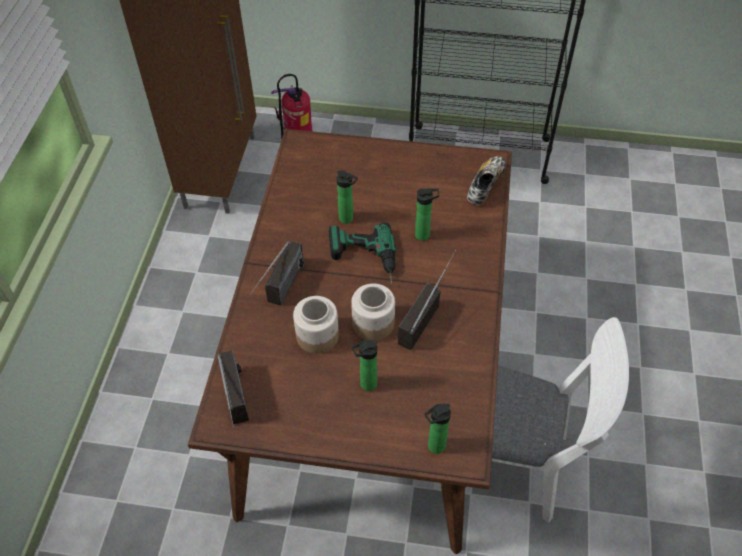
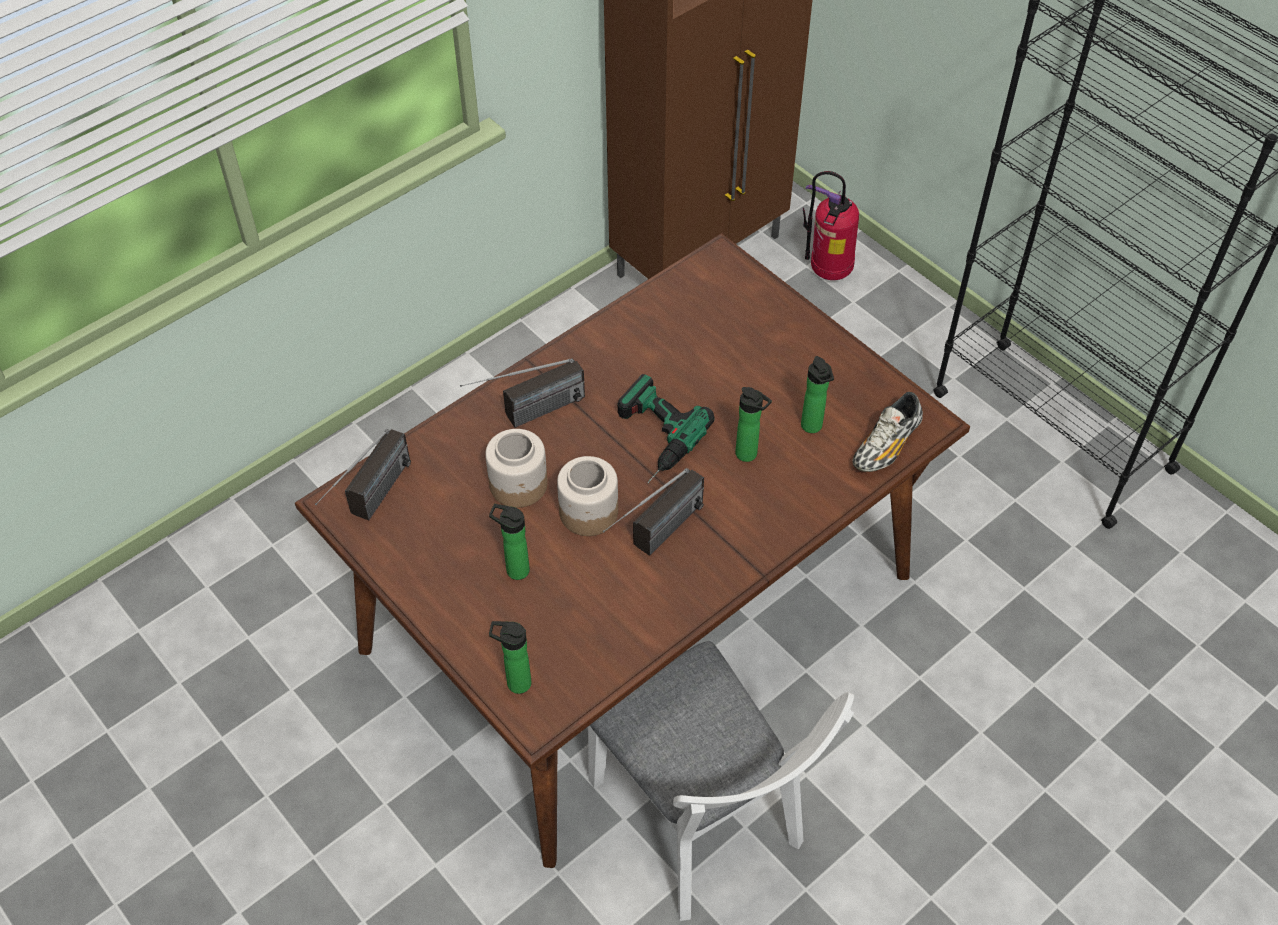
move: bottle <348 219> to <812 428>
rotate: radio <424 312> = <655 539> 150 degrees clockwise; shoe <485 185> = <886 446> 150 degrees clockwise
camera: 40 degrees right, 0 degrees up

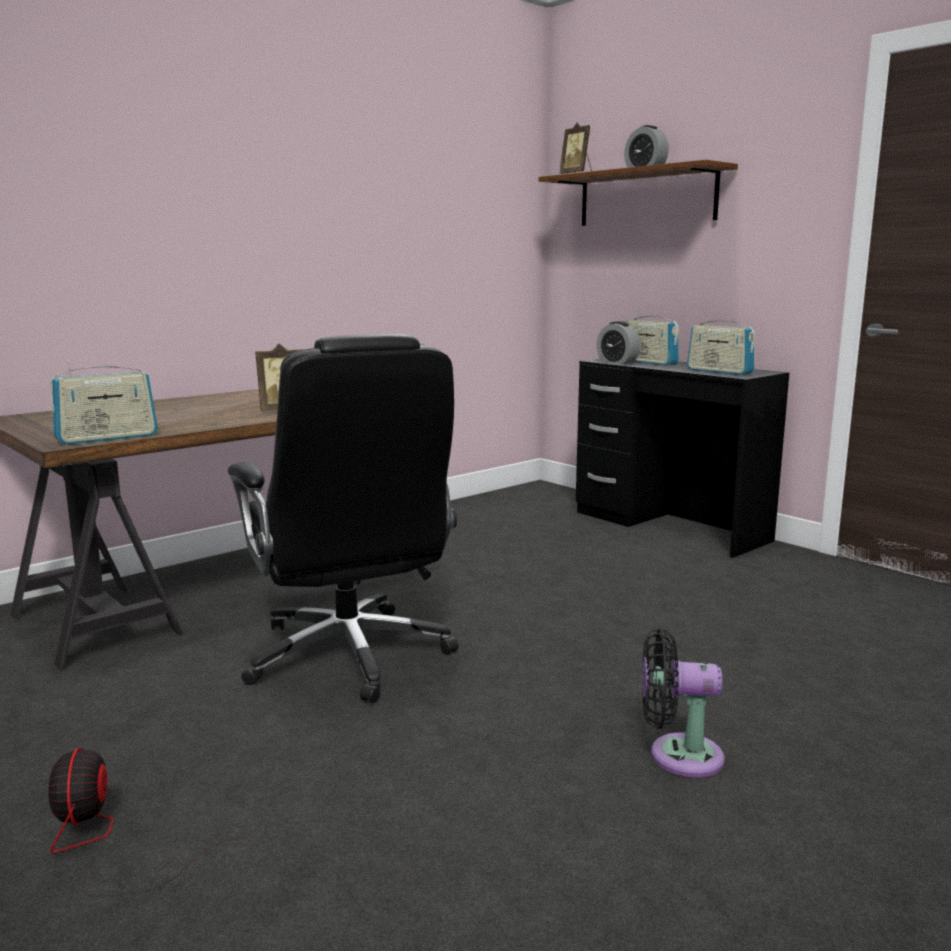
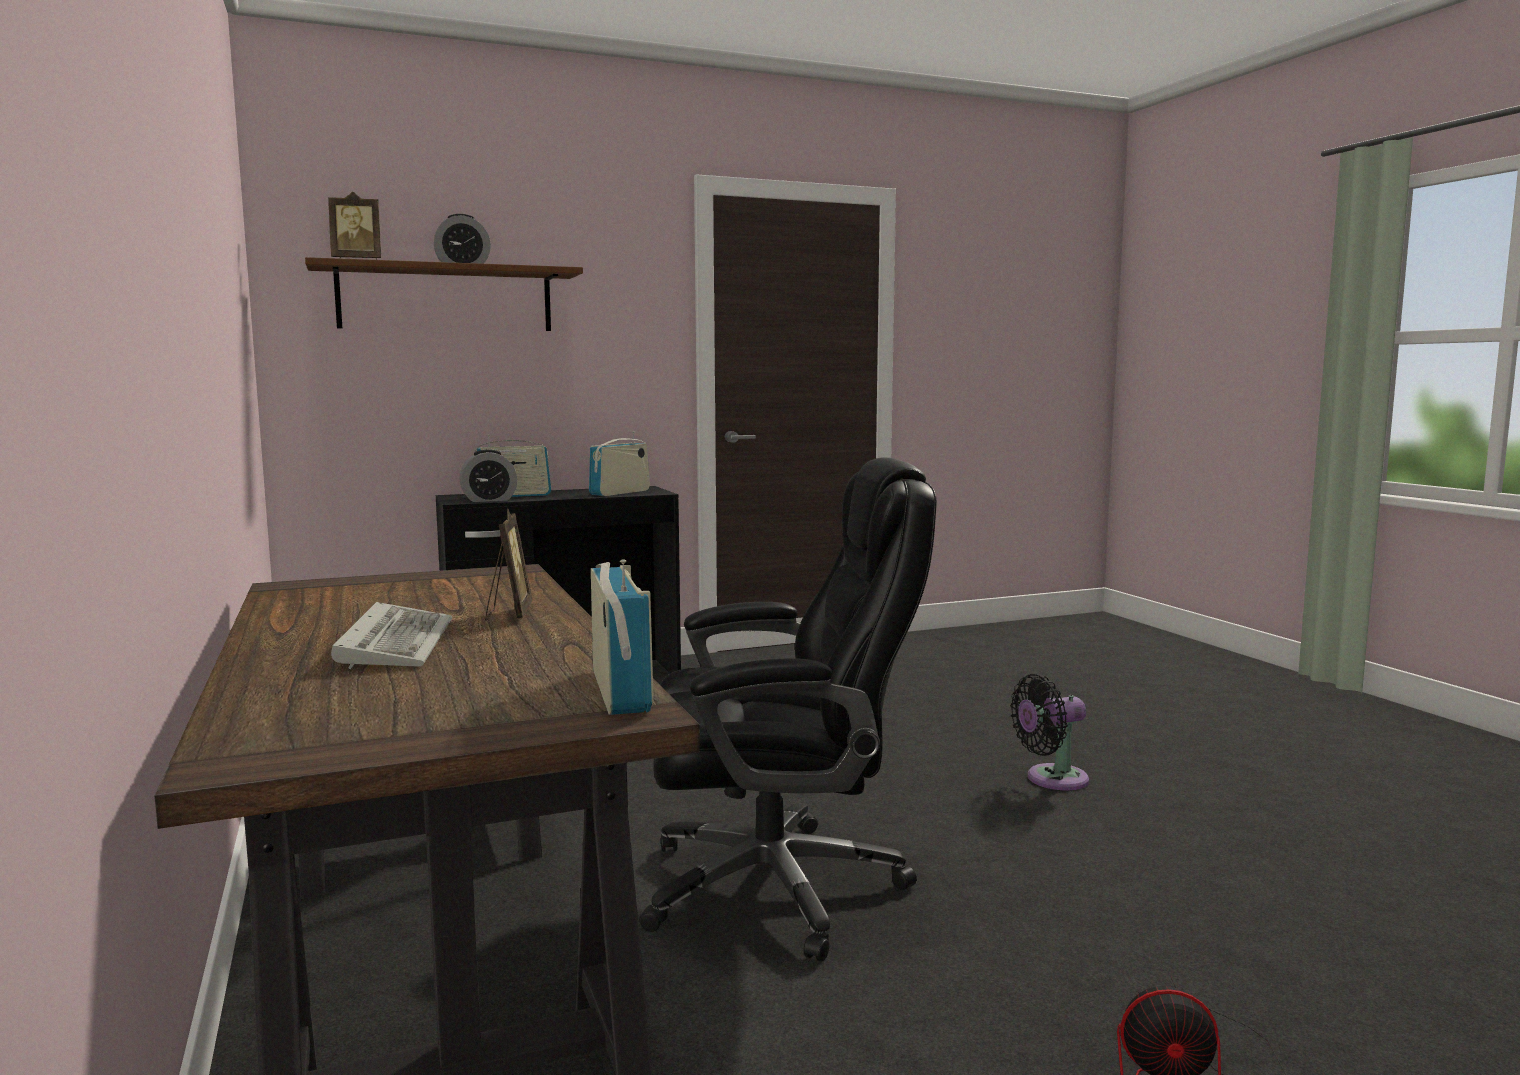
insert: keyboard <395 642>
rotate: radio <719 371> = <620 492> 150 degrees clockwise; black fan <678 755> = <1051 779> 45 degrees clockwise
camera: 70 degrees left, 5 degrees down

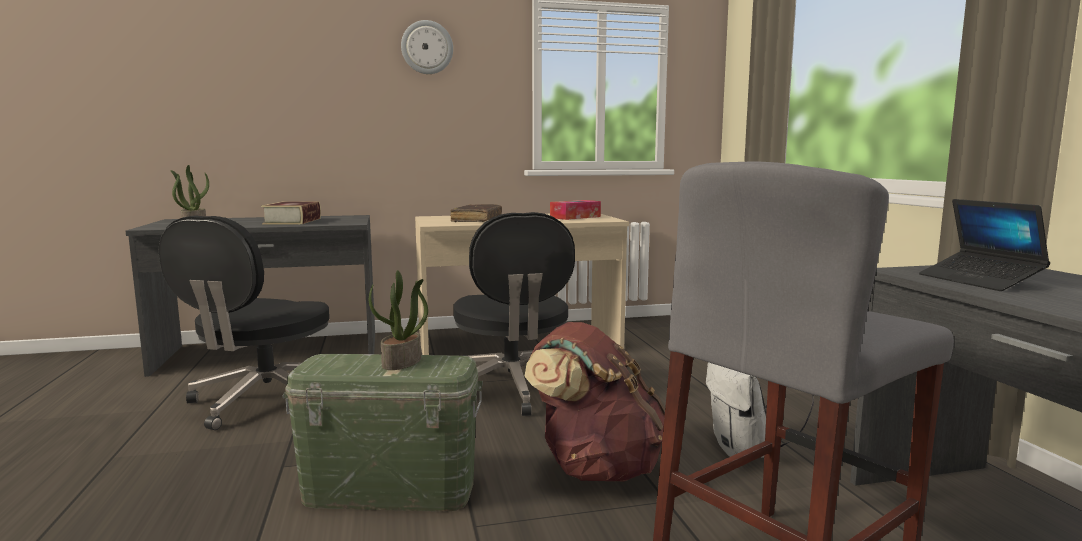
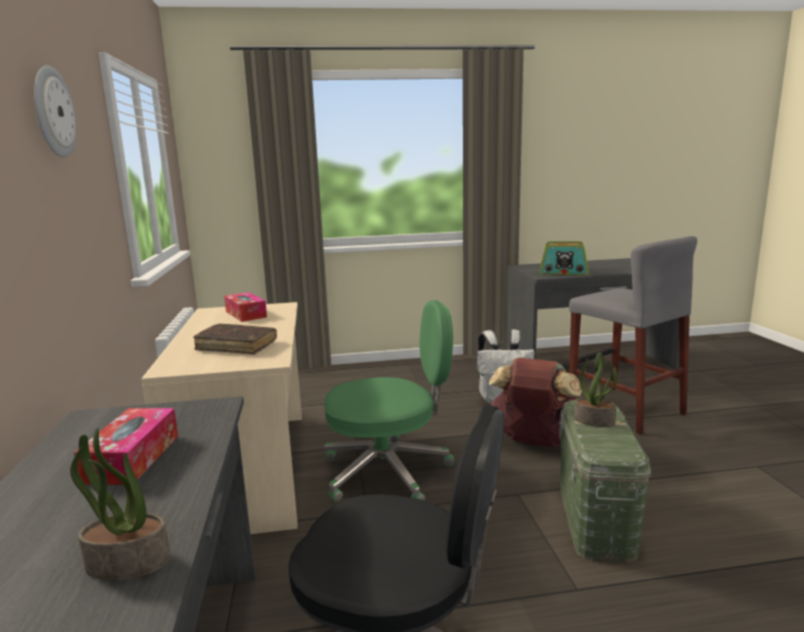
replace: book <293 221> to tissue box <133 458>; laptop <979 281> to radio <563 272>
recolor: black office chair <512 389> to green office chair <389 471>
camera: 85 degrees left, 5 degrees up

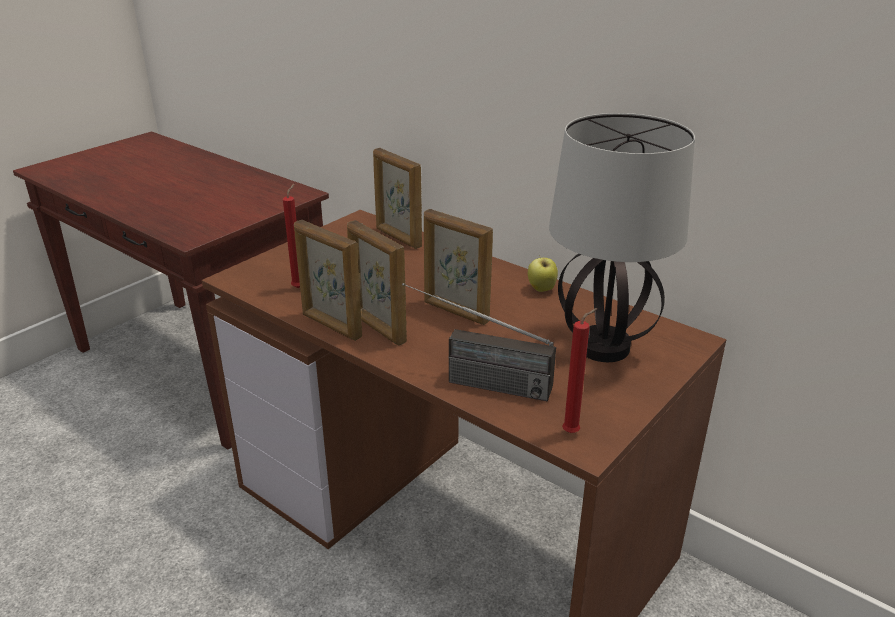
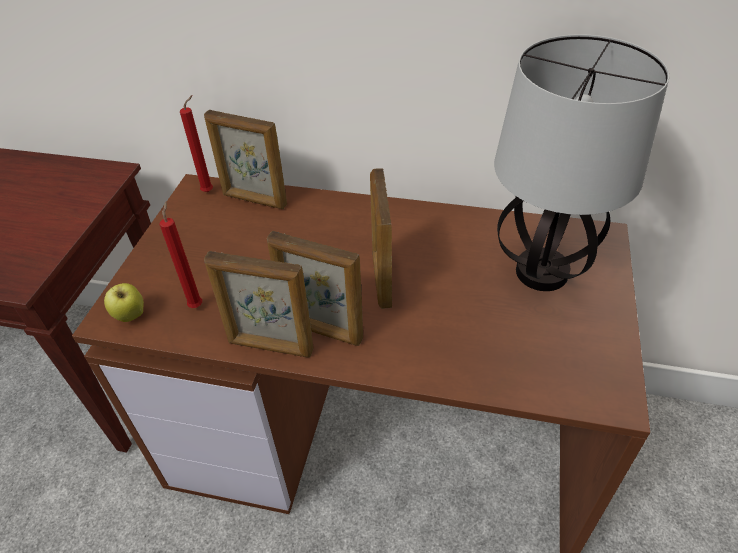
delete: radio <473 381>
move: apple <541 289> to <130 316>; red candle <573 432> to <209 191>
rotate: picture frame <455 312> = <381 279> 75 degrees clockwise
camera: 25 degrees left, 15 degrees up

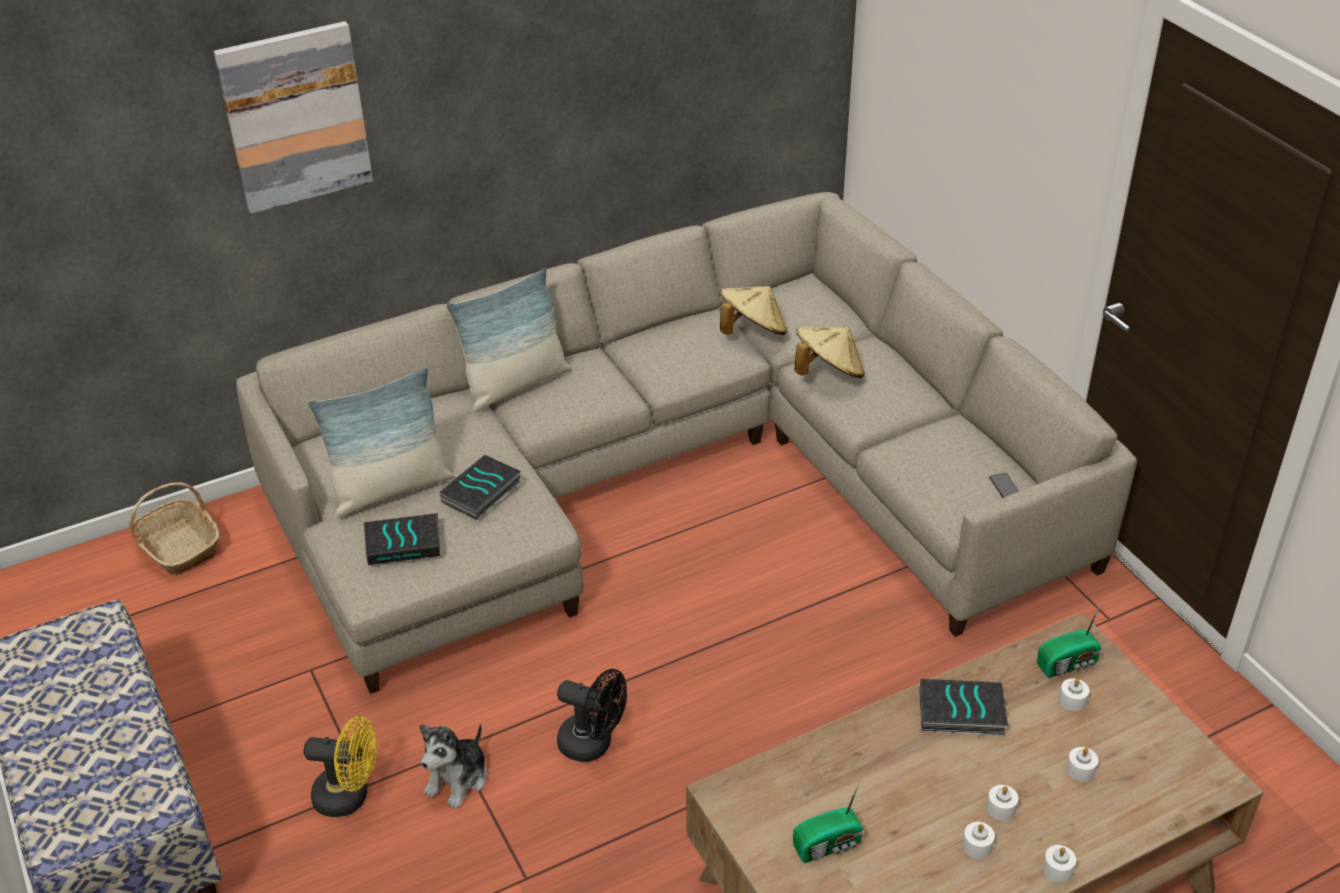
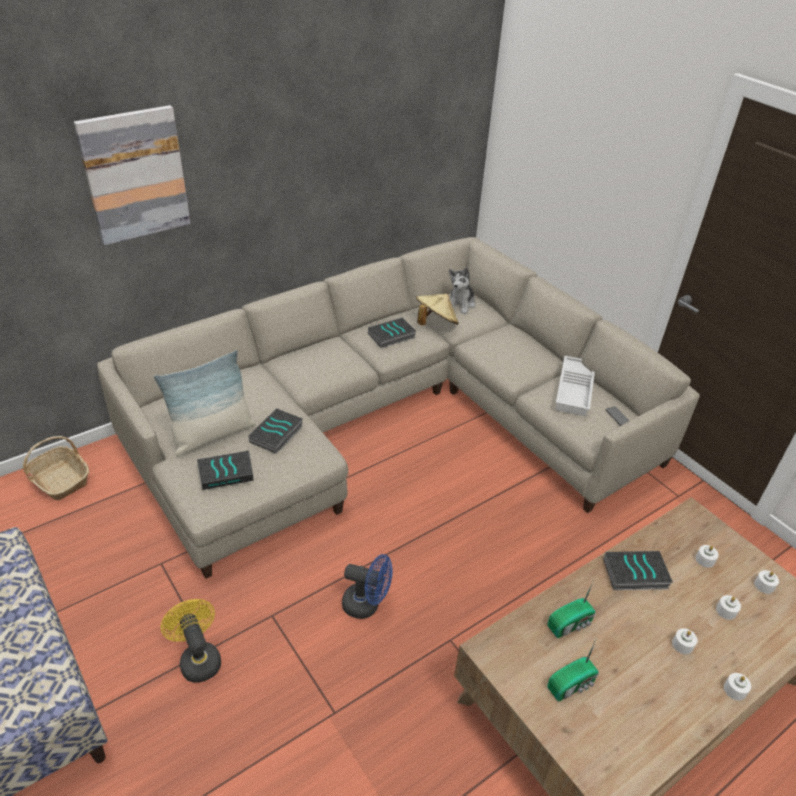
delete: pillow <515 384>; beige hat <828 373>
insert: book <391 336>; white tray <575 390>
move: plush toy <458 779> to <461 304>; radio <1069 663> to <571 624>; white candle <977 846> to <764 585>
recolor: black fan <593 744> to blue fan <367 605>
rotate: yellow fan <350 796> = <198 658> 120 degrees counterclockwise
camera: 10 degrees left, 0 degrees up

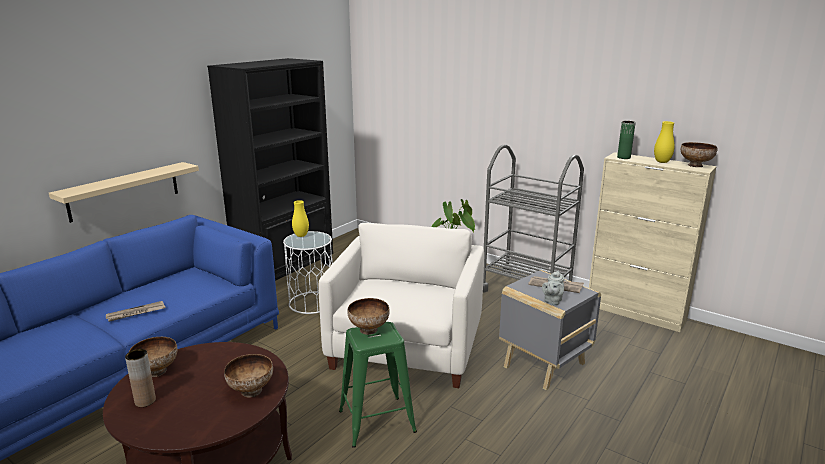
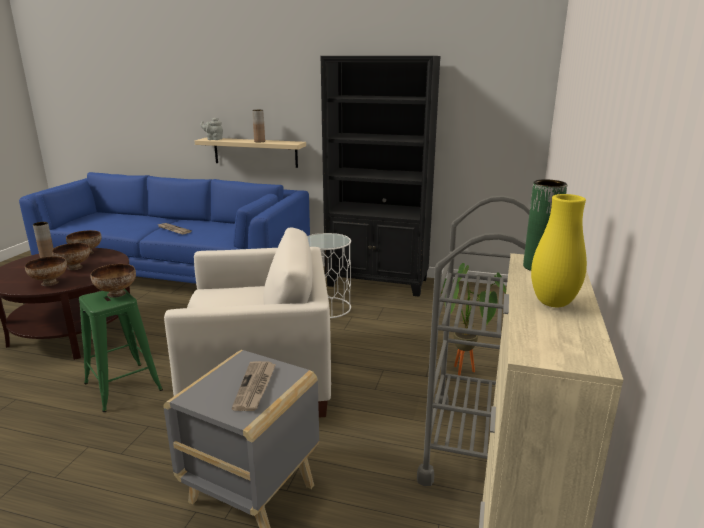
delete: yellow vase <301 236>
insert: brown vase <259 141>
move: bowl <695 165> to <74 267>; grey teapot <552 301> to <213 139>
camera: 70 degrees right, 0 degrees up

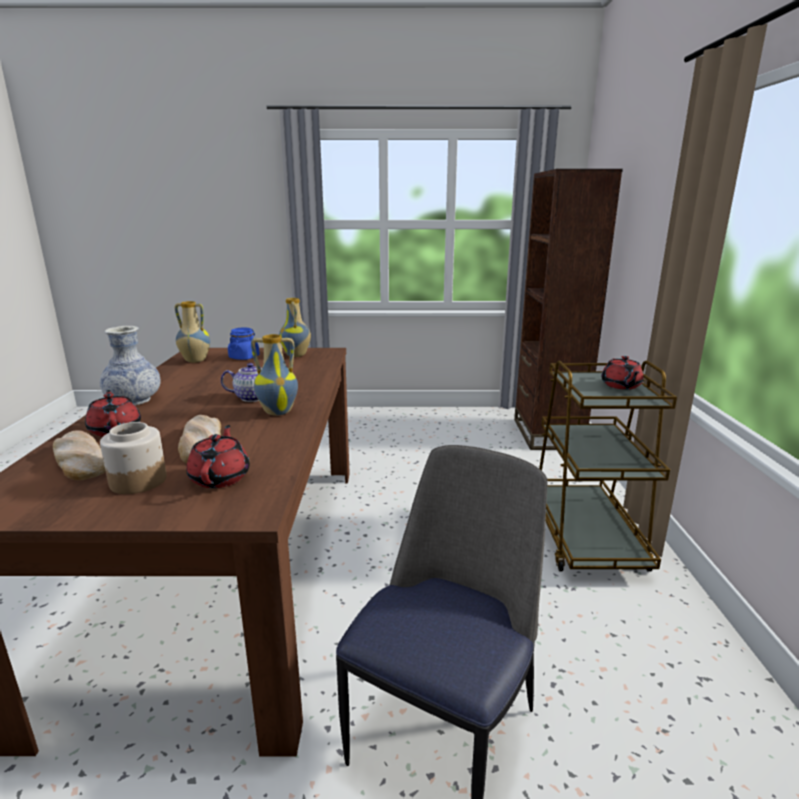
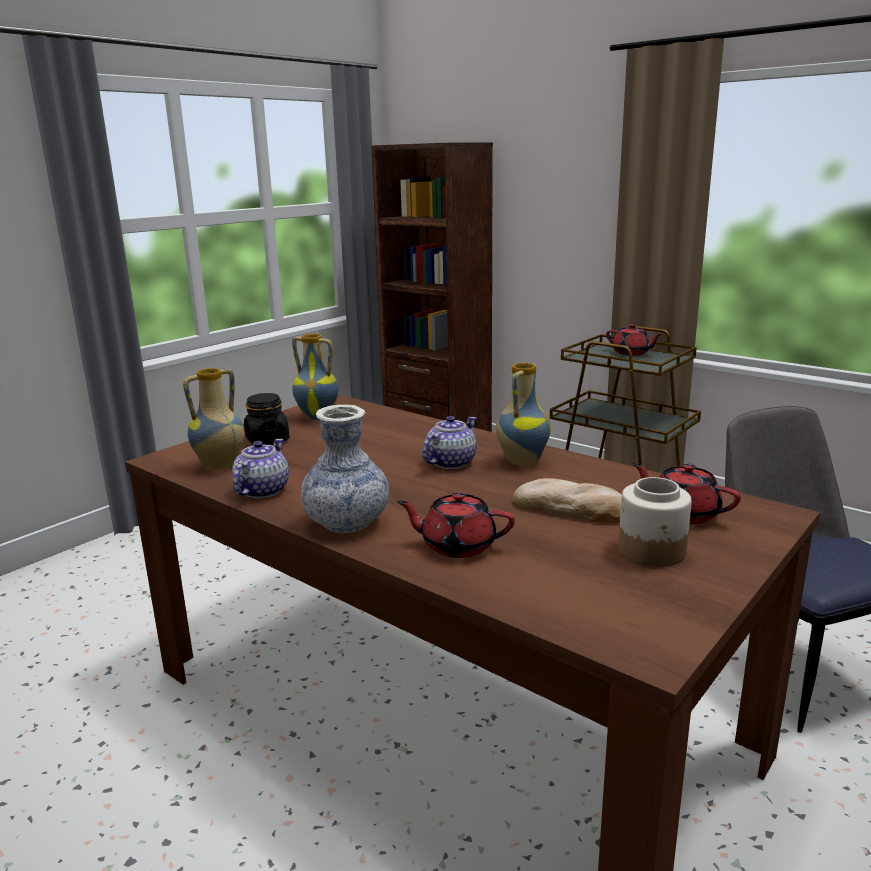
delete: bread <80 460>
insert: teapot <261 491>
recolor: blue jar <244 357> to black jar <267 440>
camera: 50 degrees left, 0 degrees up

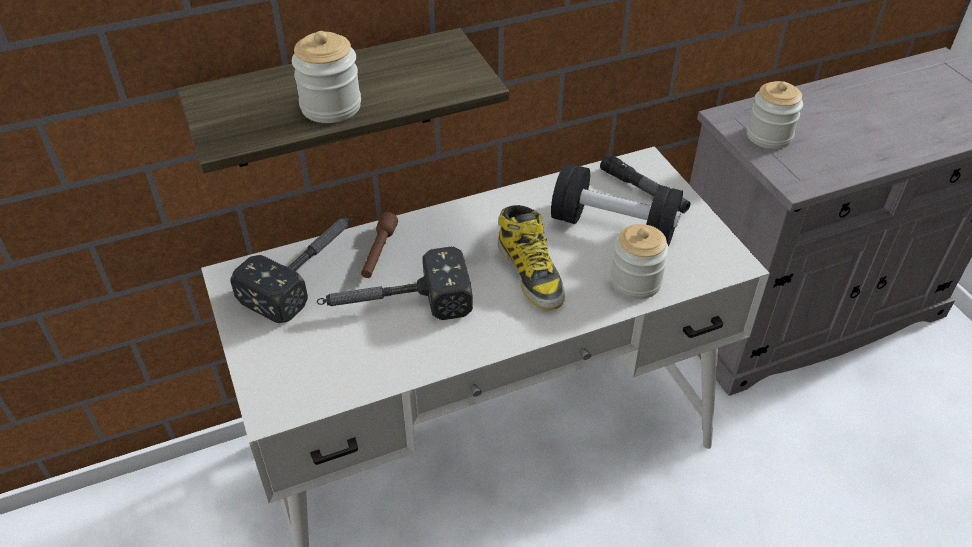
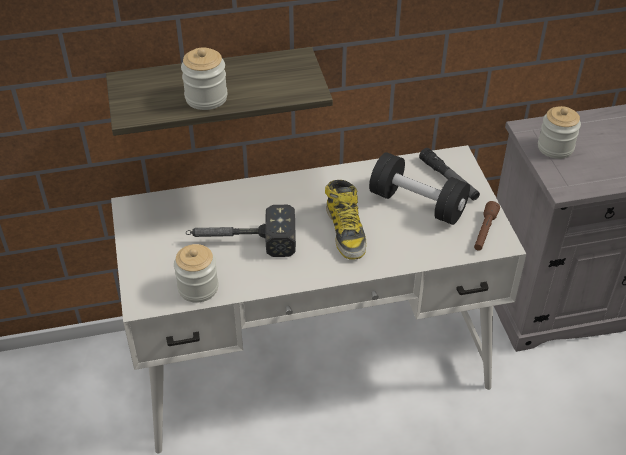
delete: hammer <308 270>
move: jar <635 281> to <198 288>; brown flashlight <378 252> to <484 231>
camera: 10 degrees right, 0 degrees up

